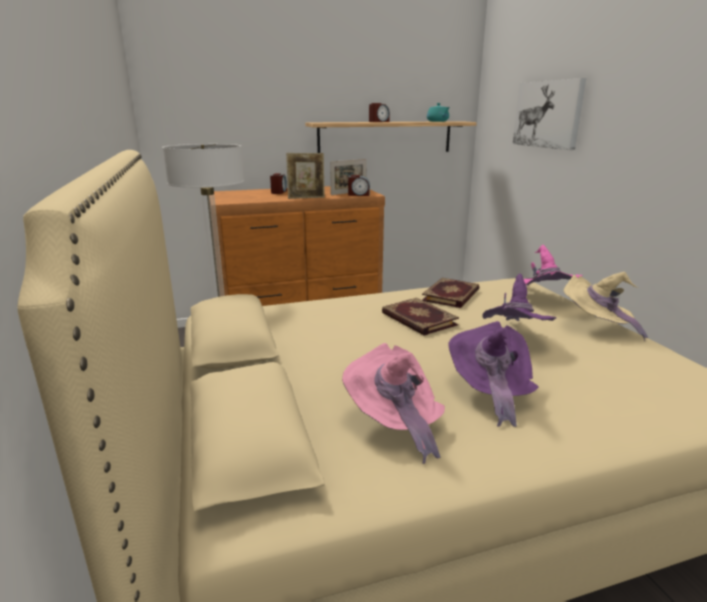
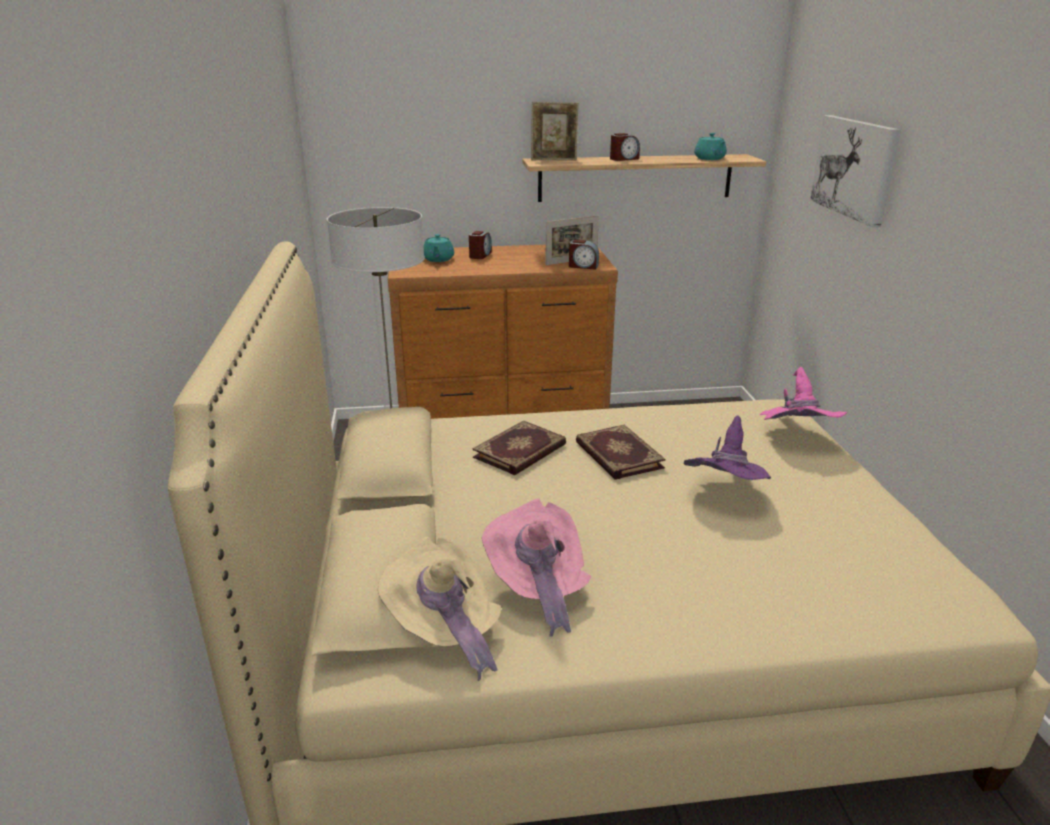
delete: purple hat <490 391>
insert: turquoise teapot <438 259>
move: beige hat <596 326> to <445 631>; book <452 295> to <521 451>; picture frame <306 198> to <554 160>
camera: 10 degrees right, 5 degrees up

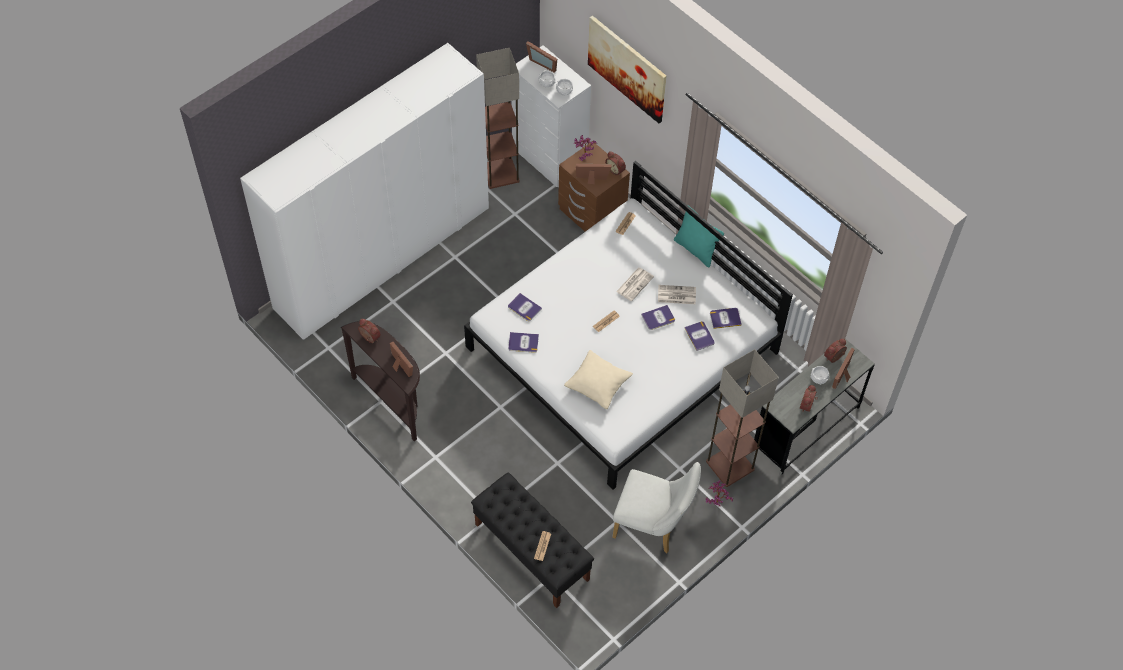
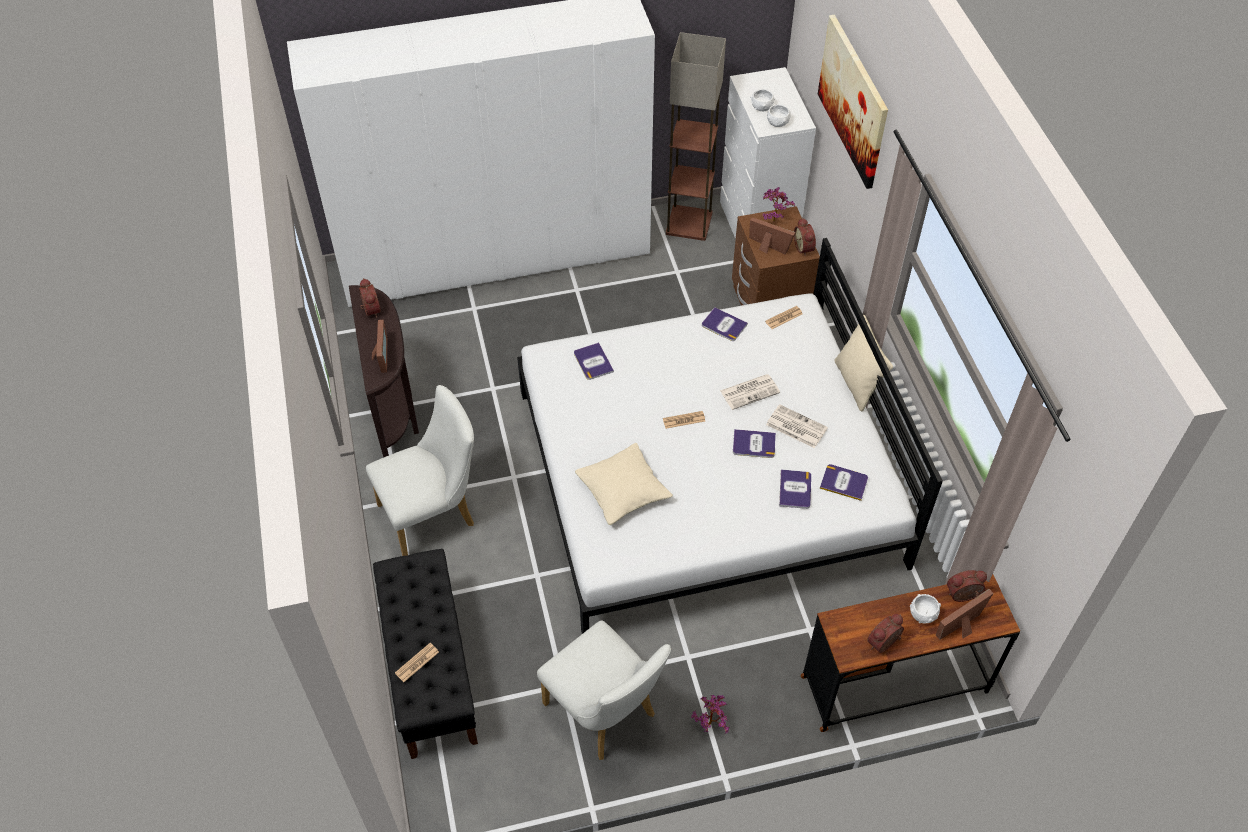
delete: picture frame <543 62>; floor lamp <730 466>
insert: white chair <433 513>
move: book <523 342> to <724 325>
recolor: grey desk <806 428> to brown desk <894 684>; turquoise pillow <696 249> to beige pillow <857 384>
camera: 30 degrees right, 5 degrees down

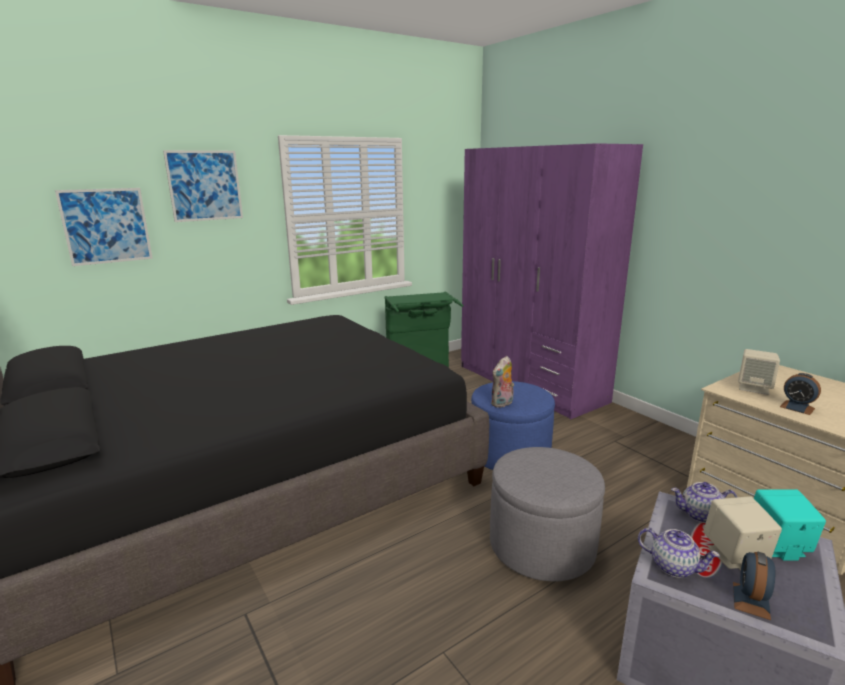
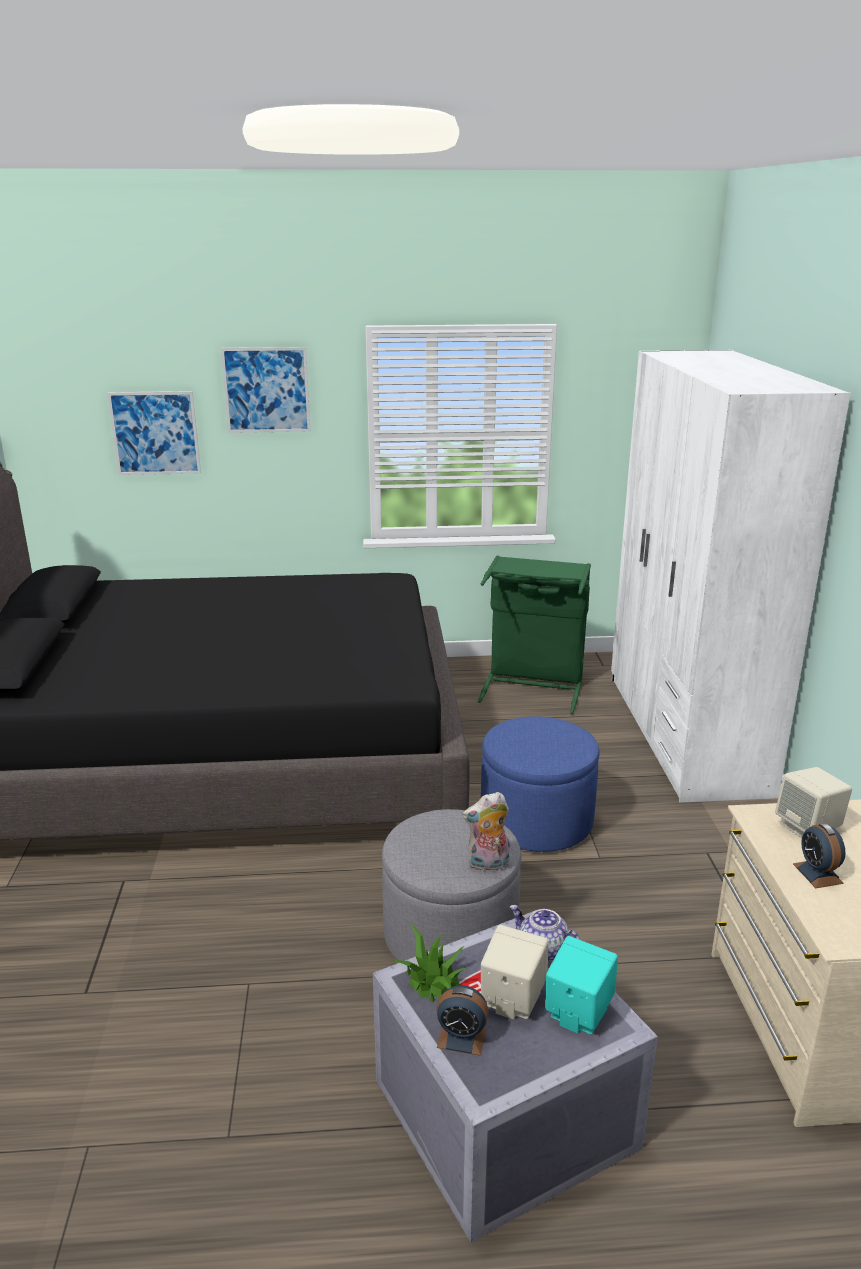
move: plush toy <502 404> to <488 865>
replace: teapot <673 566> to potted plant <433 979>
recolor: purple wardrobe <530 383> to white wardrobe <684 733>
rotate: alarm clock <751 600> = <462 1038> 135 degrees counterclockwise
camera: 30 degrees right, 5 degrees up

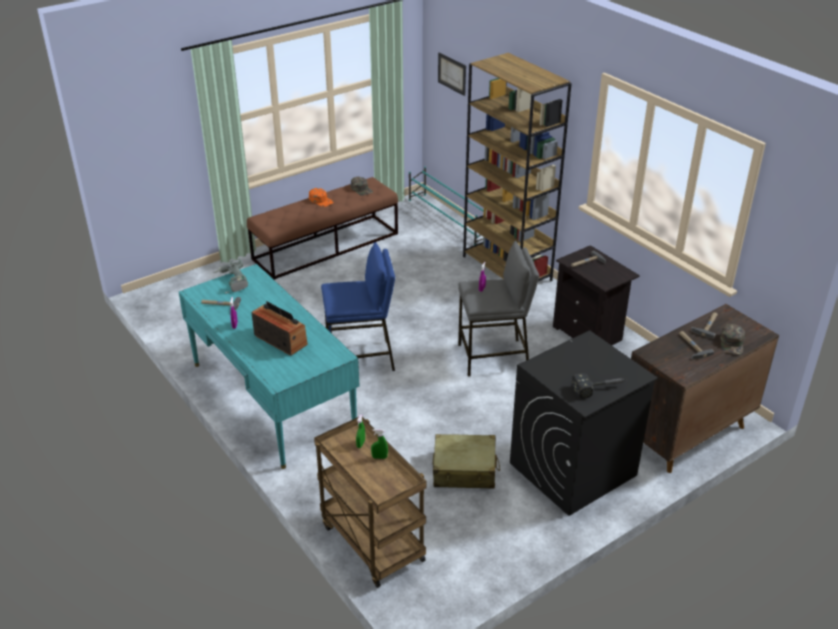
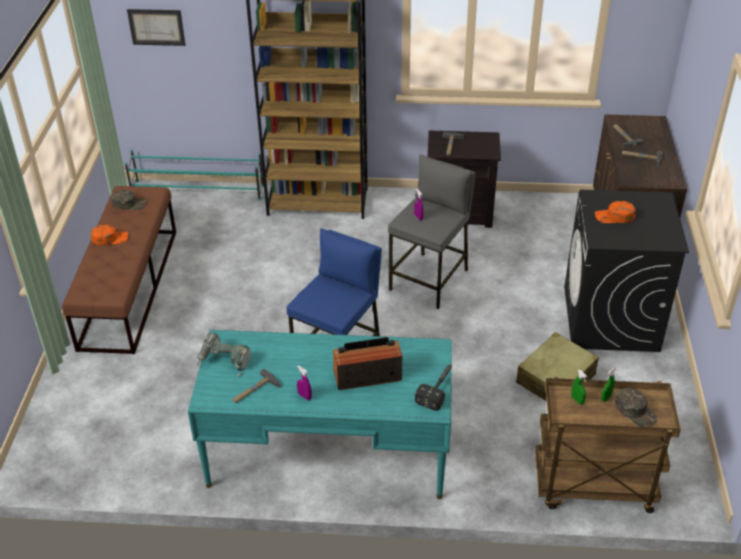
insert: orange cap <614 217>
move: hammer <600 388> to <438 388>; green cap <732 343> to <635 411>
camera: 50 degrees left, 5 degrees up

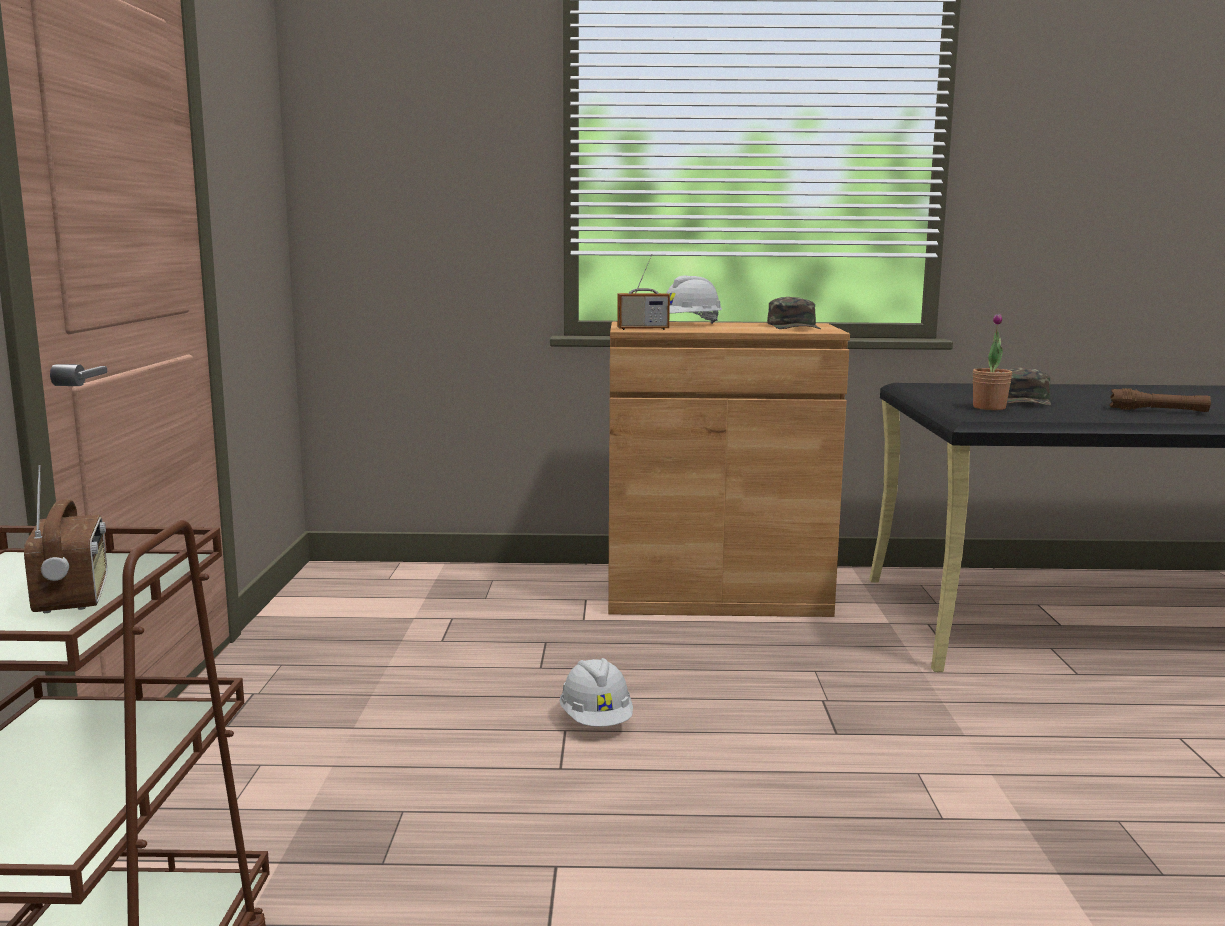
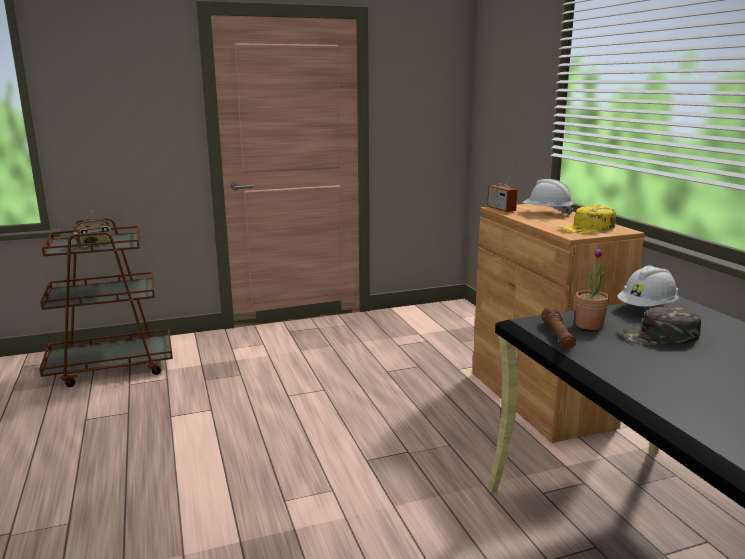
move: brown flashlight <1158 411> to <557 336>; white hard hat <596 721> to <647 309>
recolor: green cap <794 326> to yellow cap <587 228>
camera: 70 degrees right, 5 degrees up

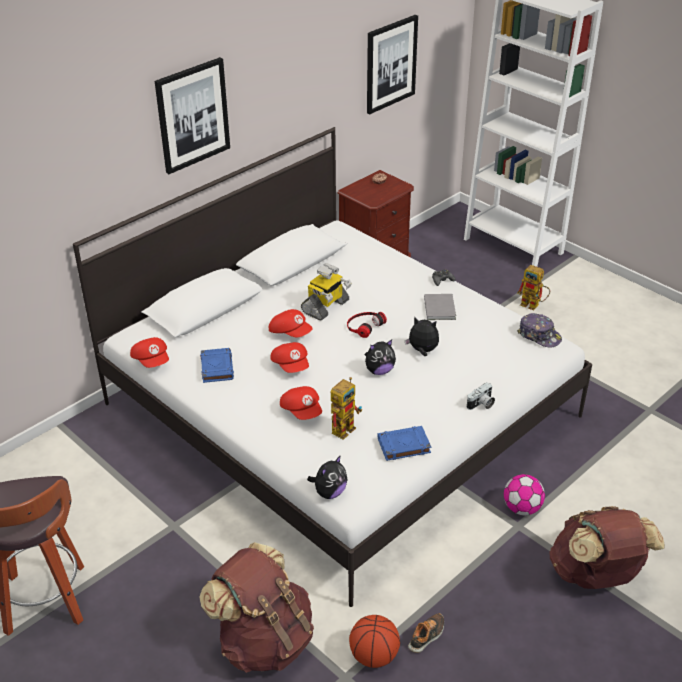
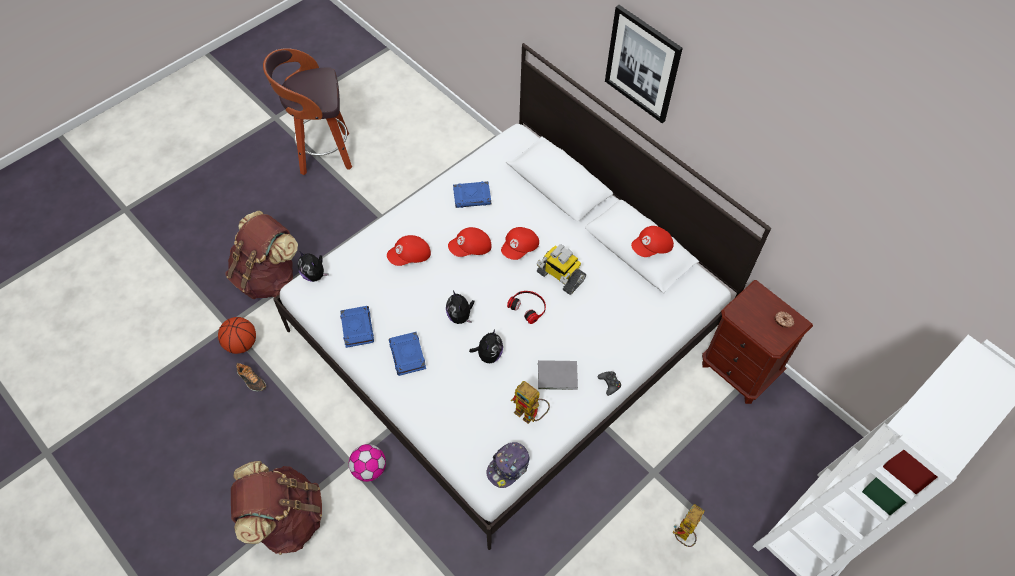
delete: picture <390 64>; photo camera <481 404>
insert: blue book <408 355>
move: toy robot <345 426> to <530 414>; red cap <152 360> to <652 248>
camera: 90 degrees right, 20 degrees up

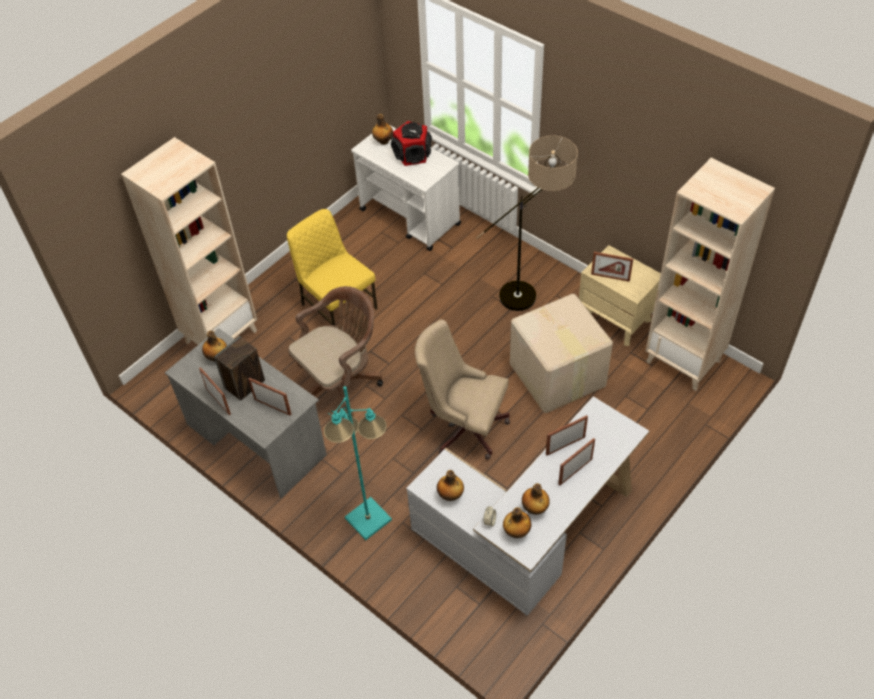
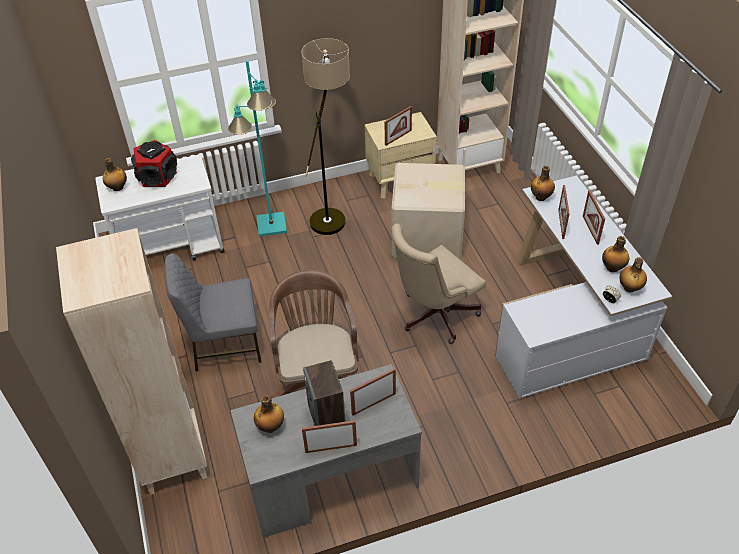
move: turquoise floor lamp <367 519> to <271 225>; bottle <450 495> to <541 197>
recolor: yellow chair <337 306> to grey chair <224 344>
camera: 60 degrees left, 5 degrees down

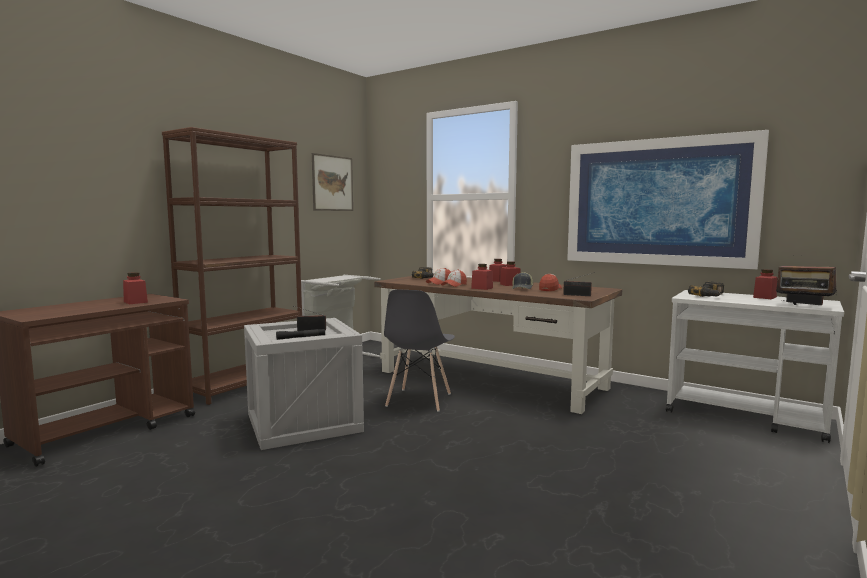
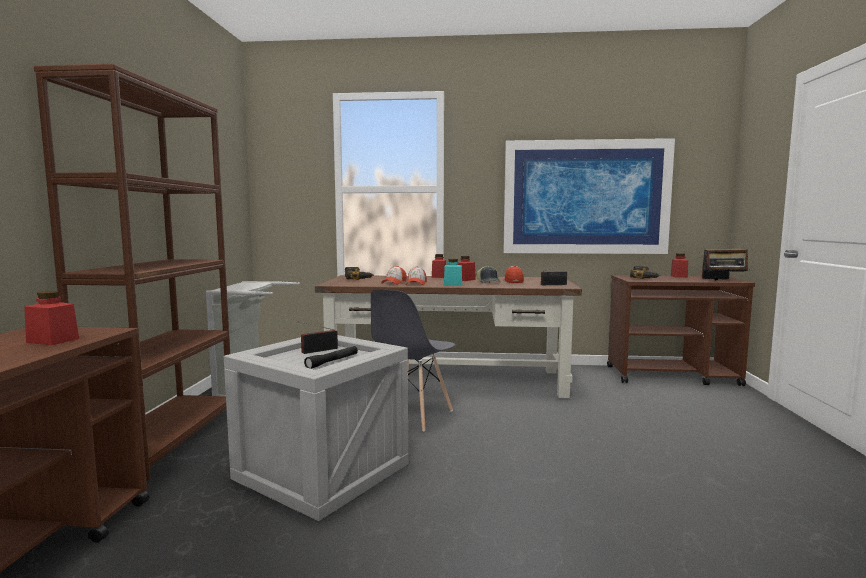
delete: picture <332 183>
recolor: red jar <482 288> to turquoise jar <453 284>; white cart <746 416> to brown cart <672 376>
rotate: grey chair <418 400> = <412 415> 45 degrees clockwise
camera: 30 degrees left, 0 degrees up

